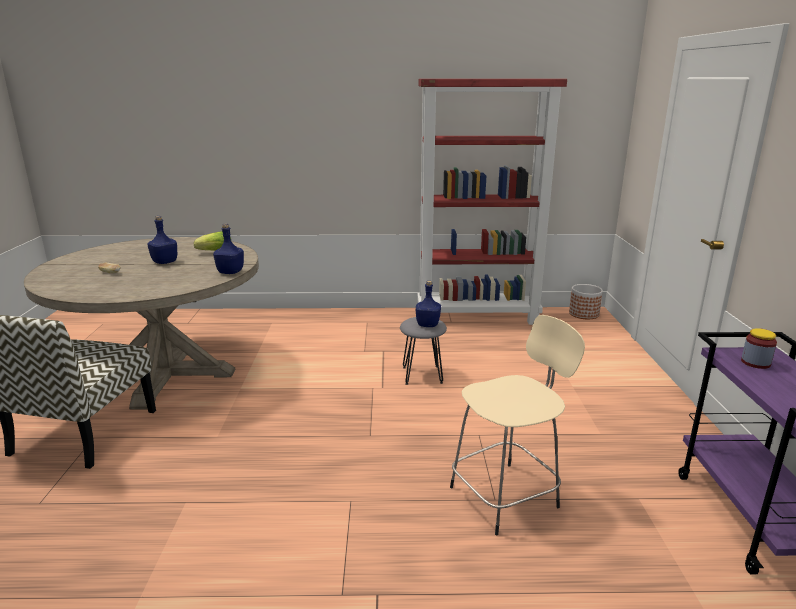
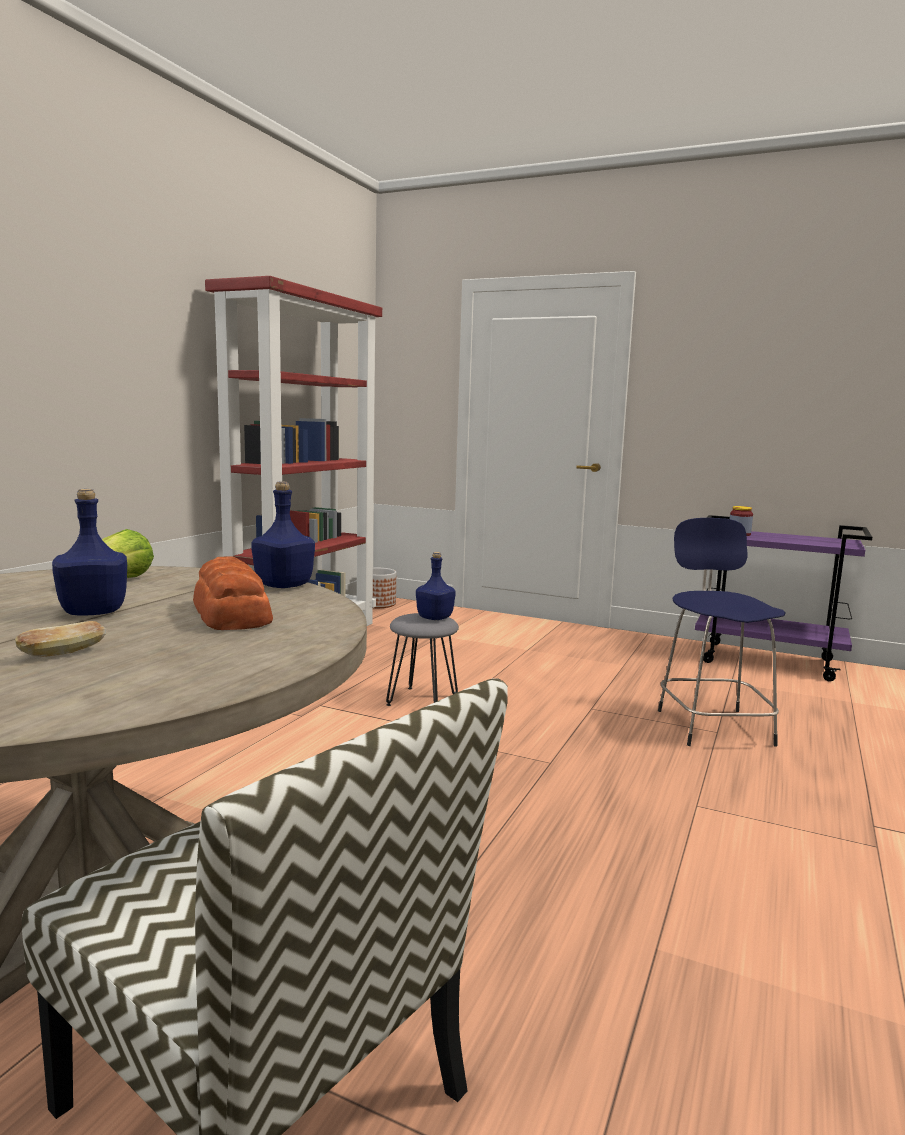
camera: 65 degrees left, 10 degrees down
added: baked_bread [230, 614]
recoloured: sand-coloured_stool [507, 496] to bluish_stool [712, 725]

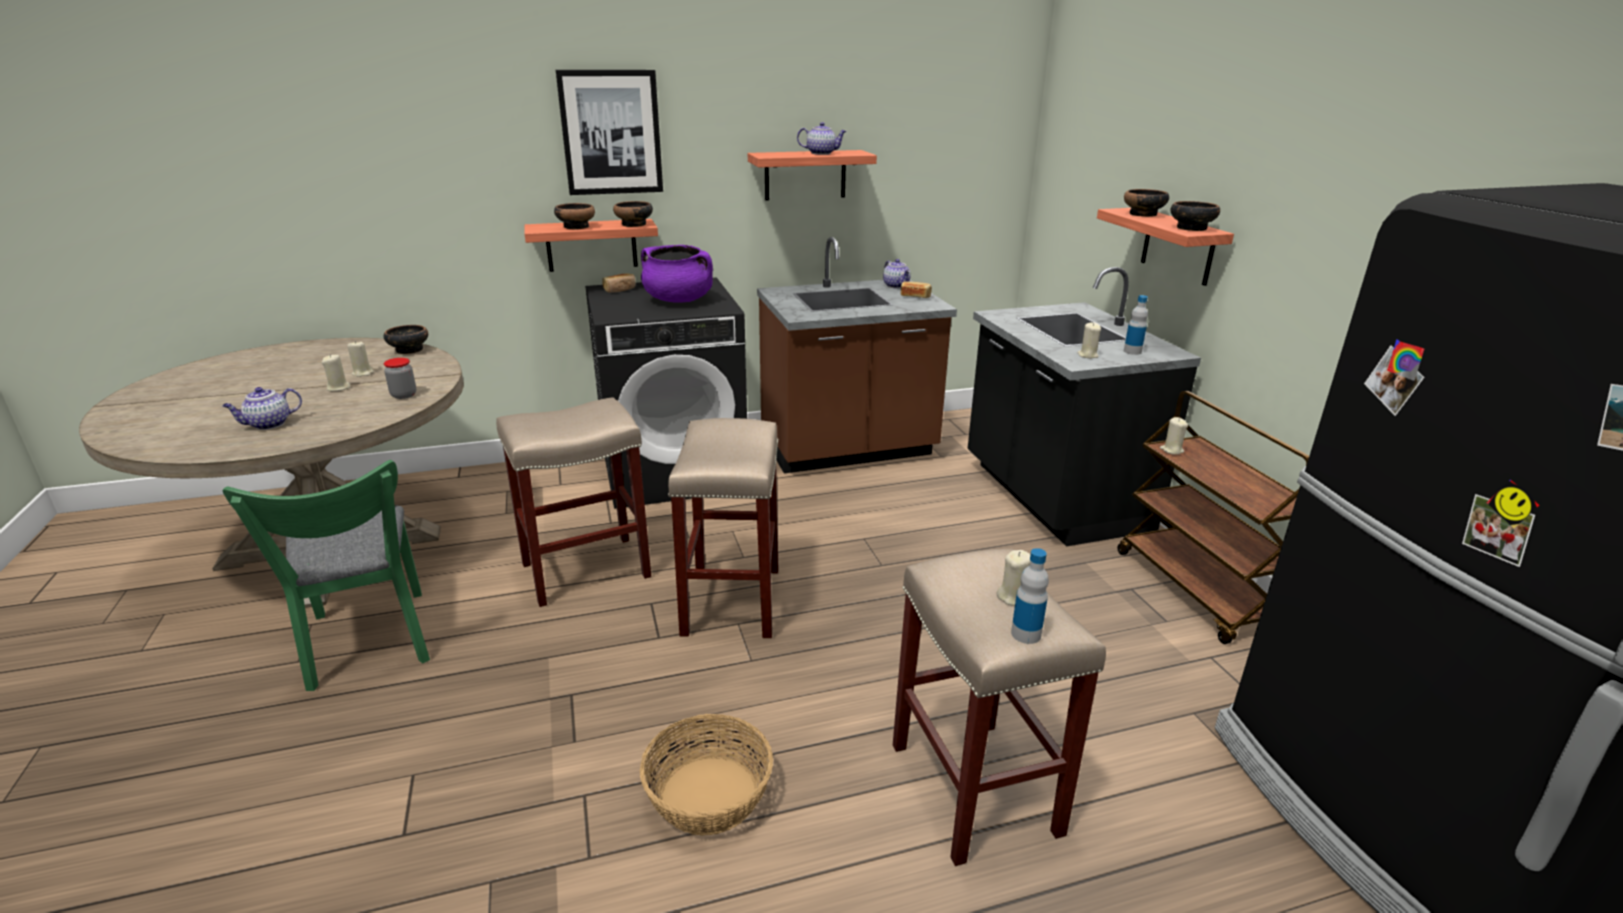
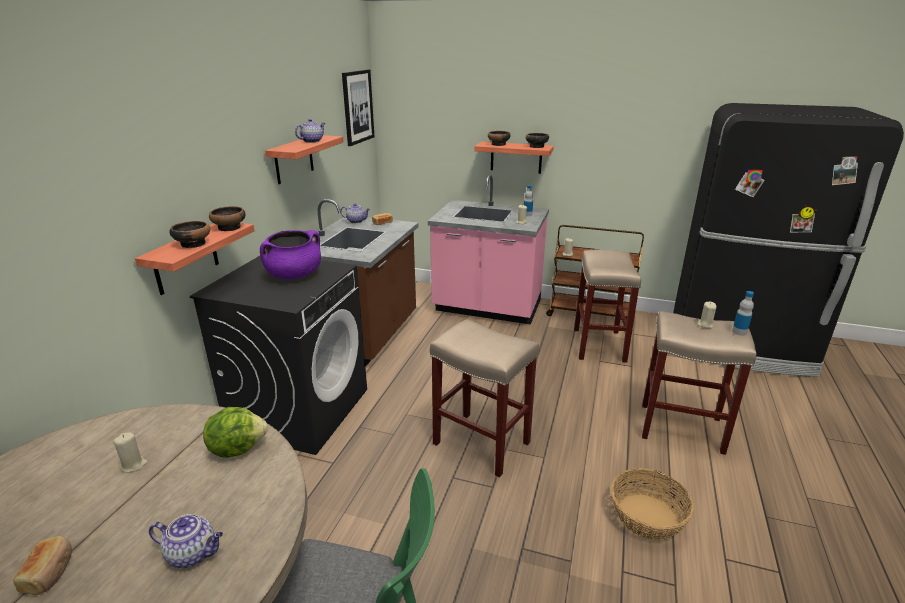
camera: 55 degrees left, 0 degrees up
removed: sand-coloured_wax_light [339, 388]; deep_dish [408, 350]
moved: sand-coloured_stool [584, 571] to [599, 345]; wall_art [611, 133] to [357, 107]; baked_bread [620, 289] to [50, 572]
replaced: jar [404, 395] to head_of_lettuce [237, 448]
recoloured: black_kitchen_base_unit [1052, 497] to pinkish_kitchen_base_unit [487, 307]
turned: teapot [268, 424] = [193, 553] 75 degrees counterclockwise

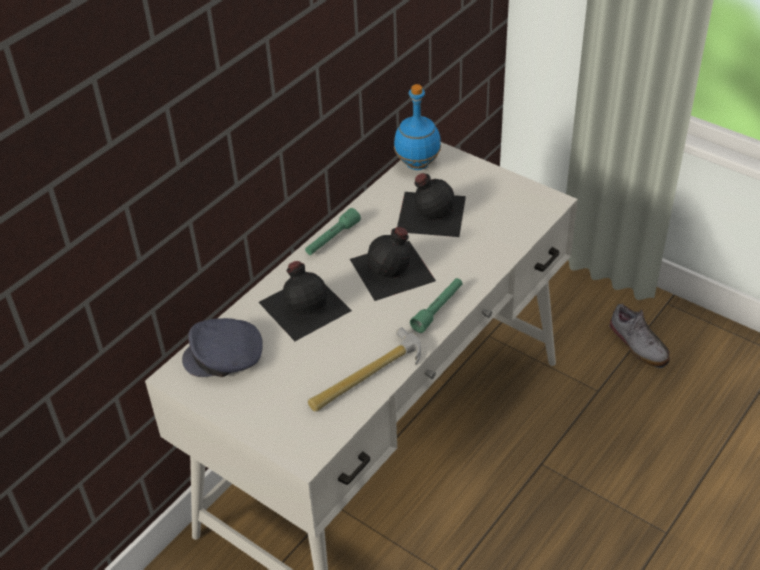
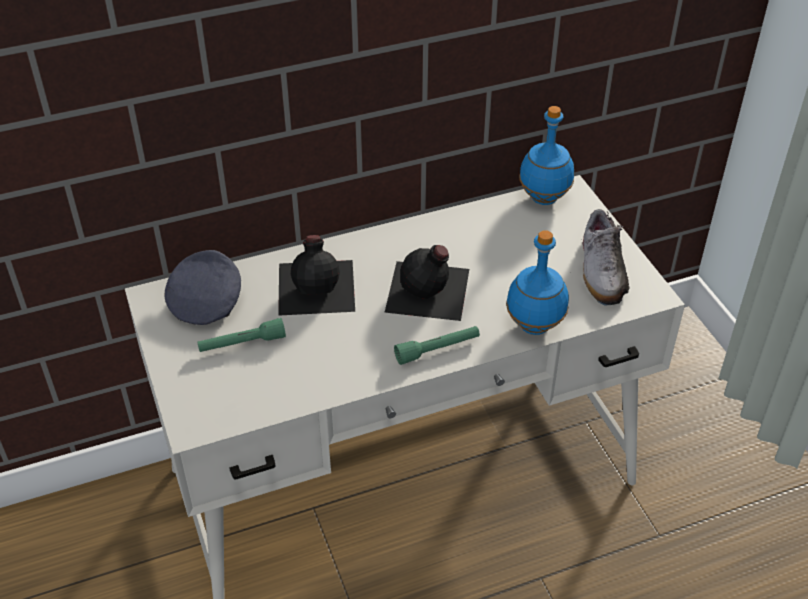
camera: 30 degrees right, 0 degrees up
removed: hand_hammer [366, 376]; black_drink_bottle [430, 213]
added: bluish_drink_bottle [535, 325]
moved: greenish_flashlight [332, 238] to [242, 344]; low_shoe [638, 344] to [601, 270]
turned: greyish_cap [225, 357] = [206, 300] 75 degrees clockwise

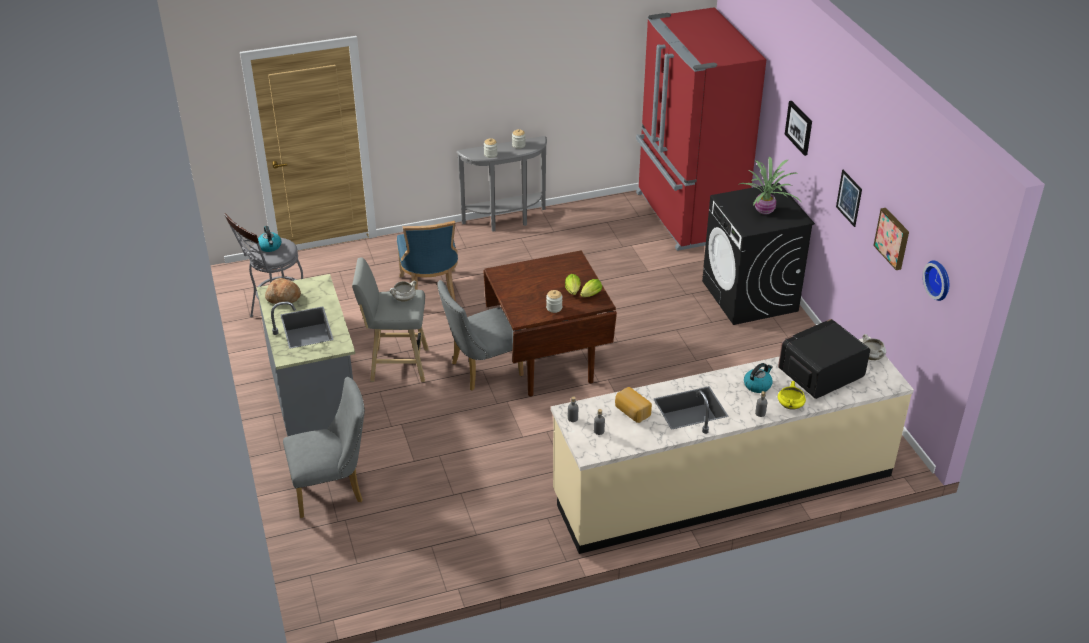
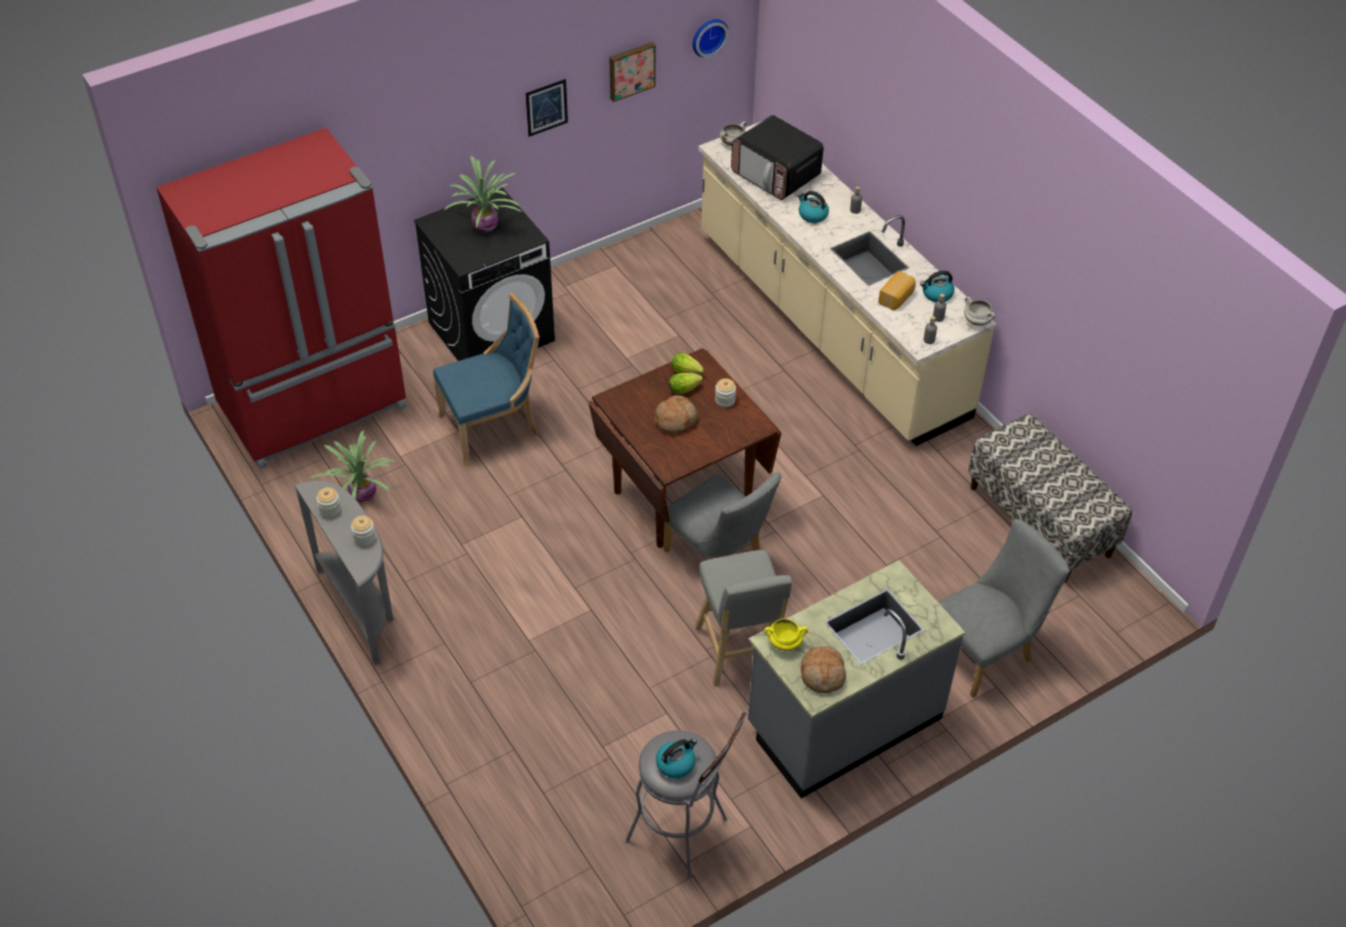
camera: 105 degrees left, 10 degrees up
removed: wall_art [799, 127]
added: potted_plant [361, 495]; baked_bread [675, 420]; water_kettle [936, 294]; bench [1040, 521]
moved: white-coloured_saucepot [404, 299] to [977, 321]; bluish_plain_chair [430, 292] to [493, 427]; yellowish_saucepot [790, 406] to [785, 642]
turned: greyish_plain_chair [333, 489] = [986, 652] 90 degrees clockwise

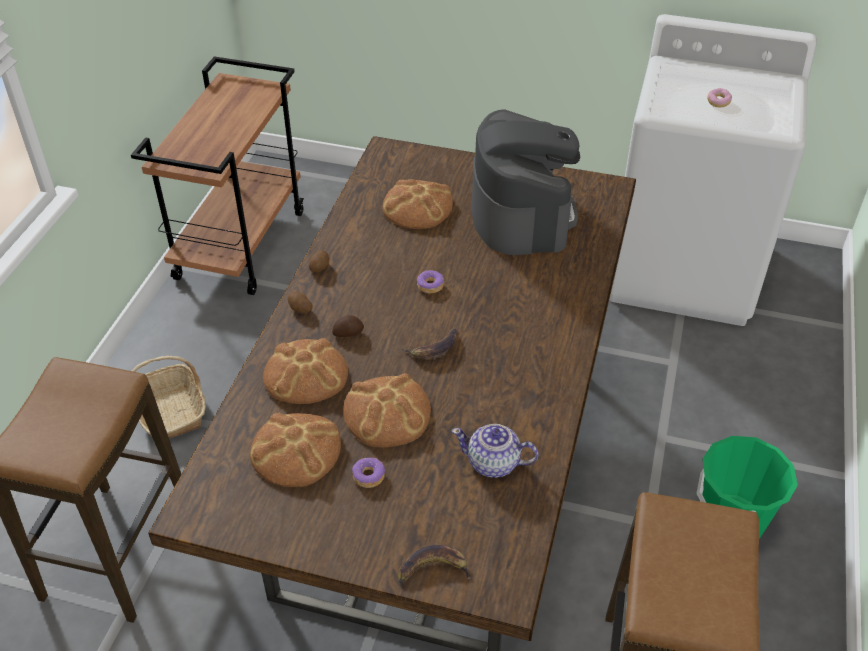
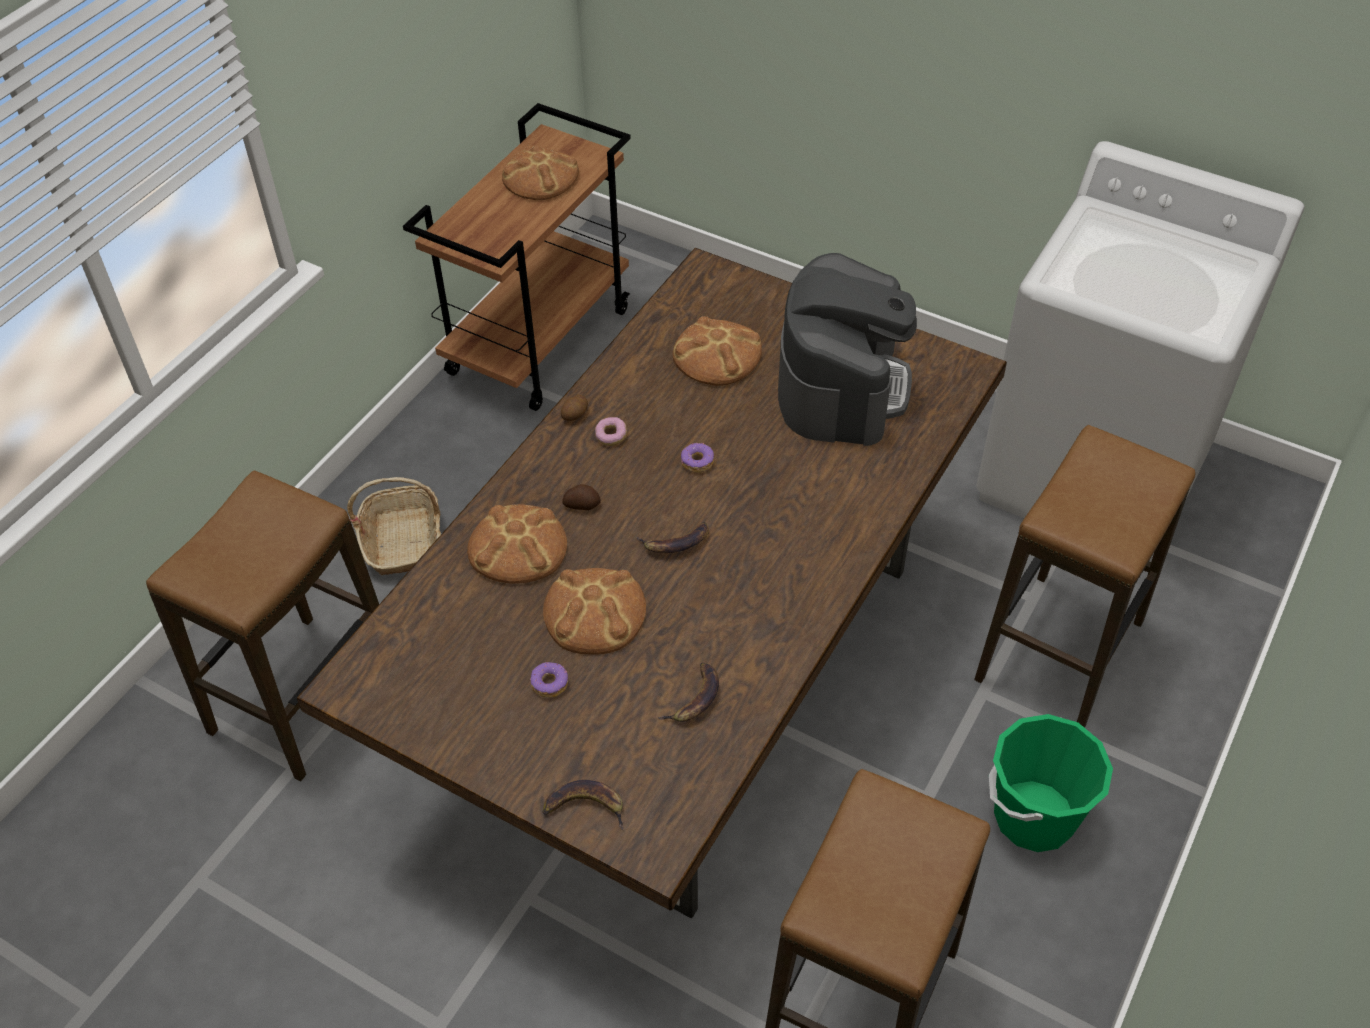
camera: 15 degrees right, 5 degrees up
removed: spud [299, 308]
added: stool [1059, 652]
moved: baked_bread [296, 451] to [540, 177]; ring_doughnut [718, 102] to [611, 436]
replaced: teapot [493, 463] to banana_fruit [695, 699]

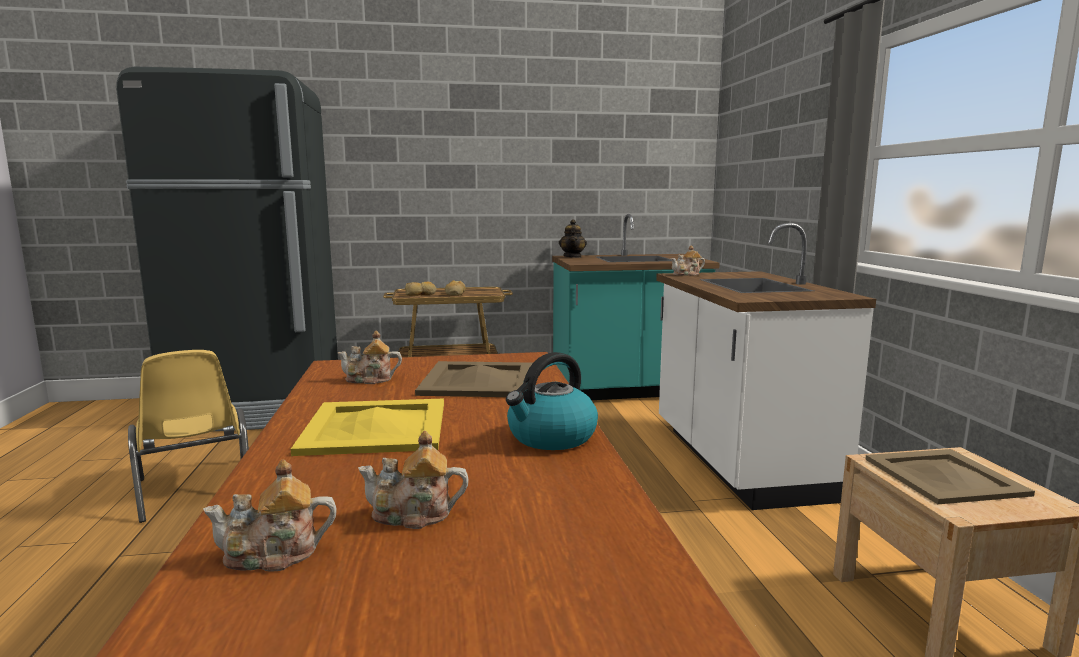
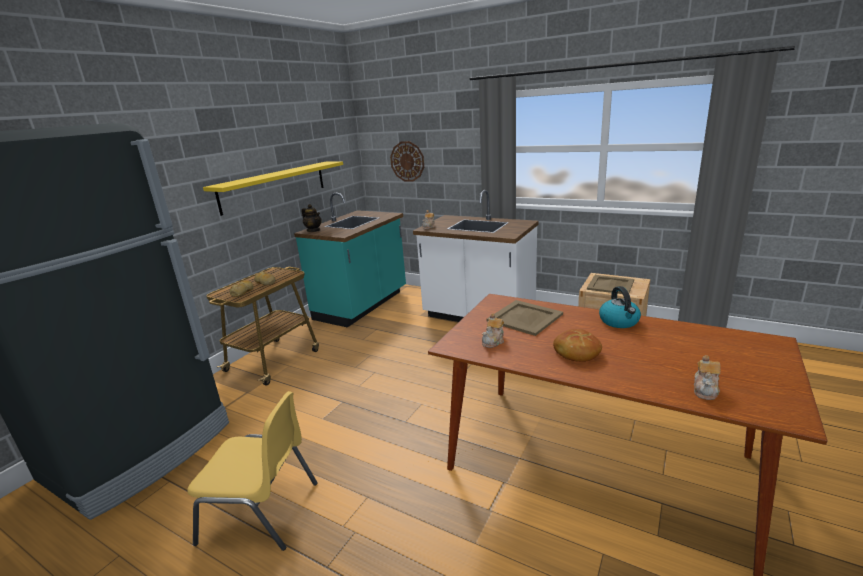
camera: 50 degrees left, 10 degrees up
removed: teapot [413, 515]
added: yellowish_wall_shelf [274, 186]; wall_clock [407, 161]
replaced: yellowish_serving_tray [374, 427] to baked_bread [576, 352]

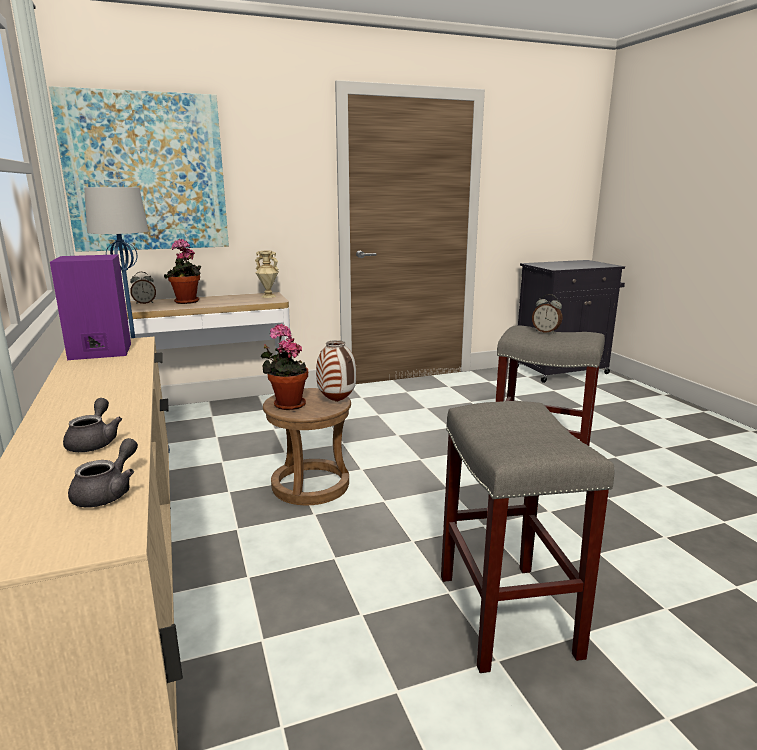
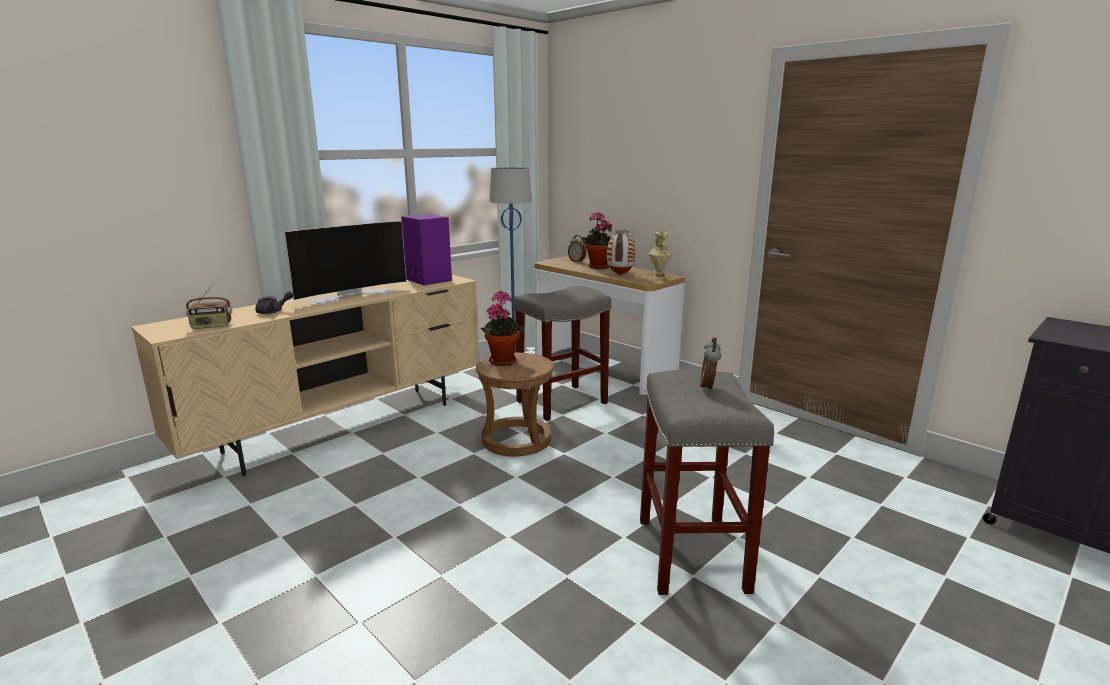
camera: 65 degrees right, 0 degrees up
removed: wall_art [146, 173]
added: television [351, 295]
moved: decorative_vase [337, 401] to [620, 275]; greyish_stool [504, 613] to [562, 402]
replaced: greyish_teapot [108, 492] to radio_receiver [211, 326]

